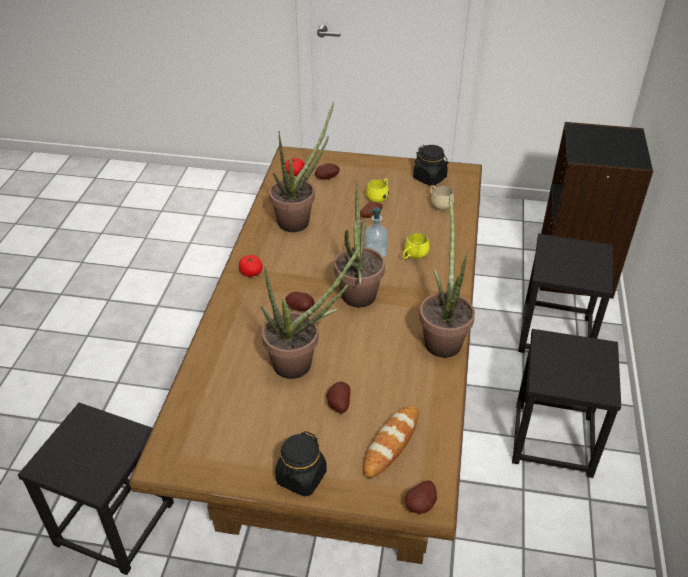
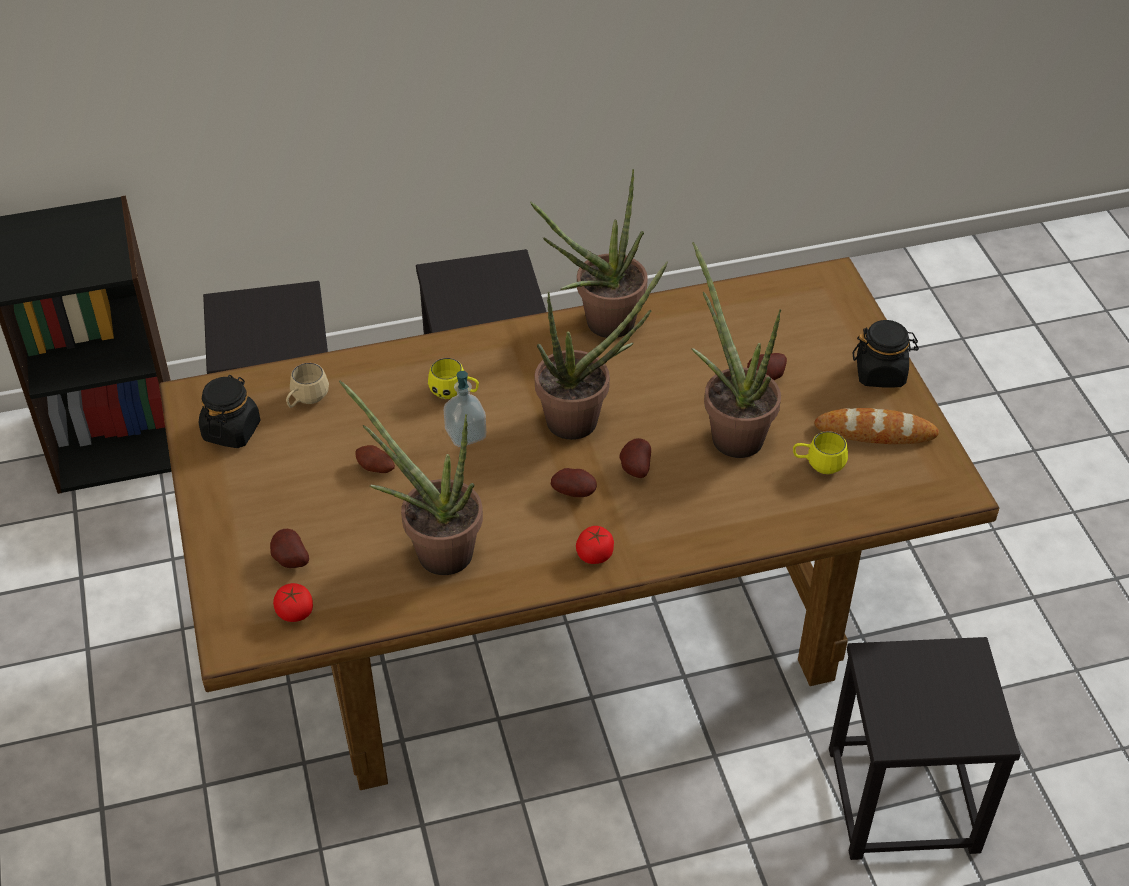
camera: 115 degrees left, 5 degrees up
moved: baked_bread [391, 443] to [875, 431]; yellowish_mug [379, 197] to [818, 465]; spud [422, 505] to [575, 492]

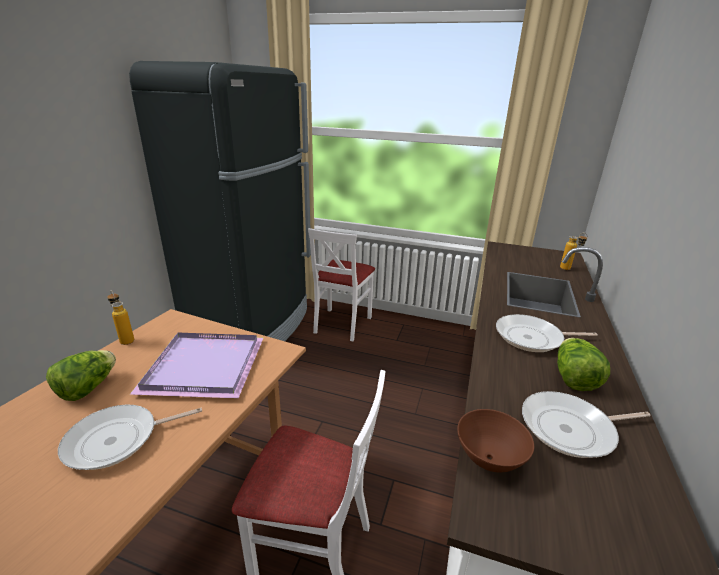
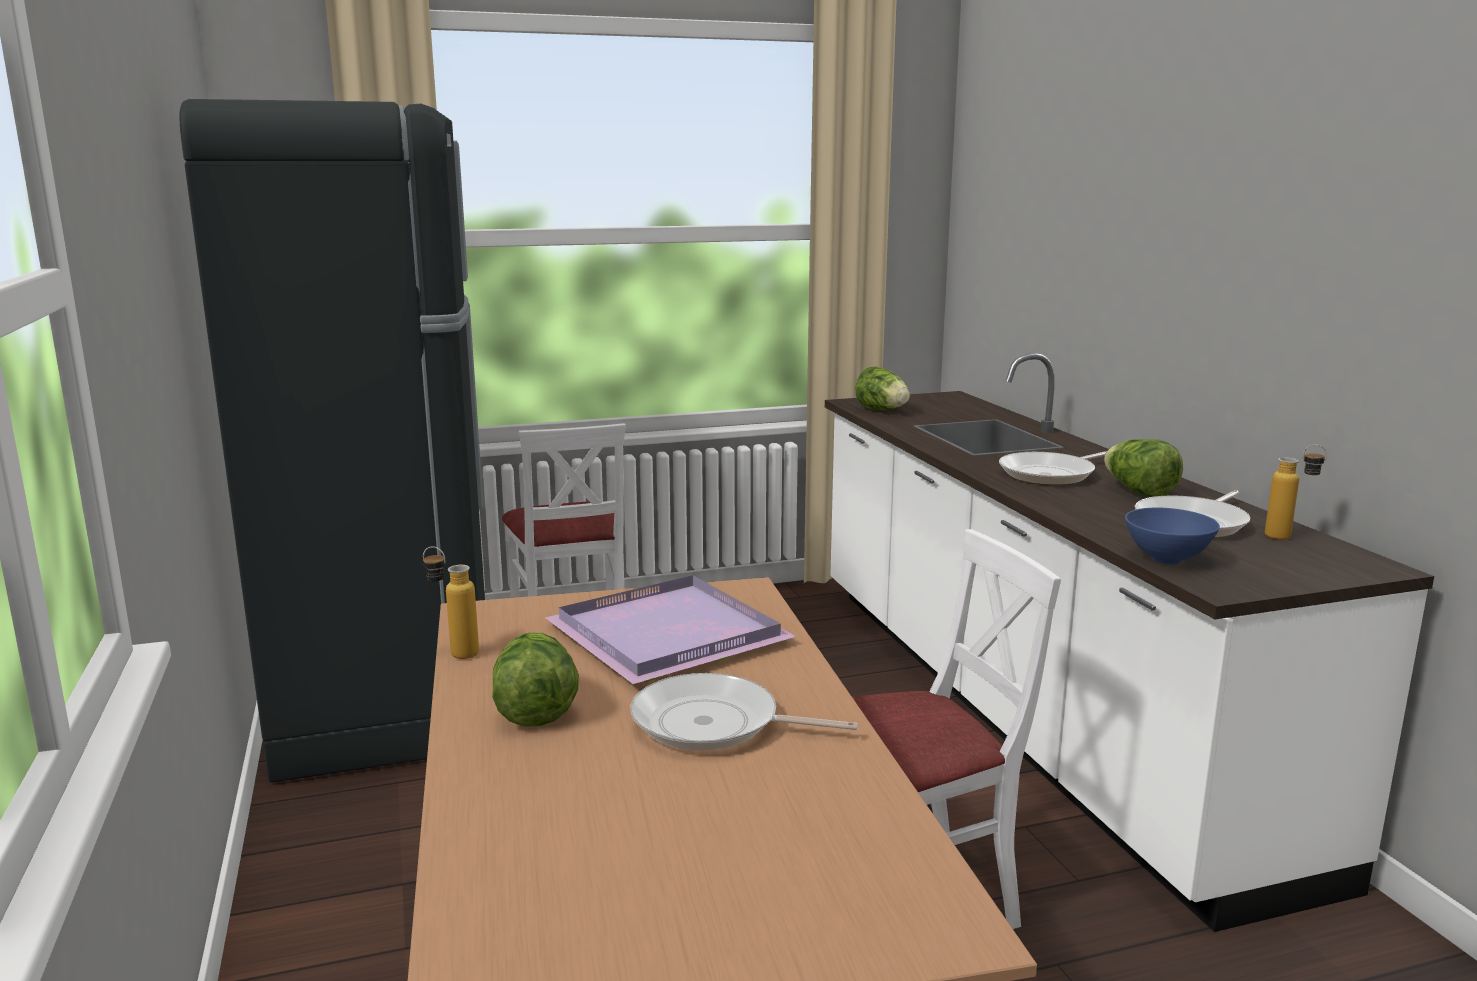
camera: 35 degrees left, 10 degrees down
added: head_of_lettuce [882, 410]
moved: drink_bottle [568, 270] to [1288, 538]
recoloured: brown_deep_dish [489, 460] to bluish_deep_dish [1167, 560]
turned: pan [118, 440] = [714, 724] 75 degrees clockwise

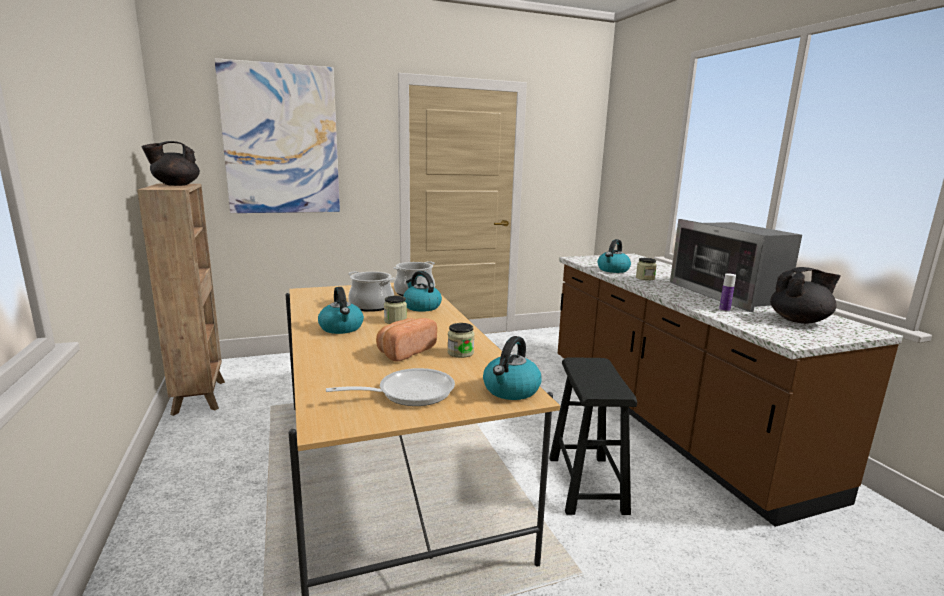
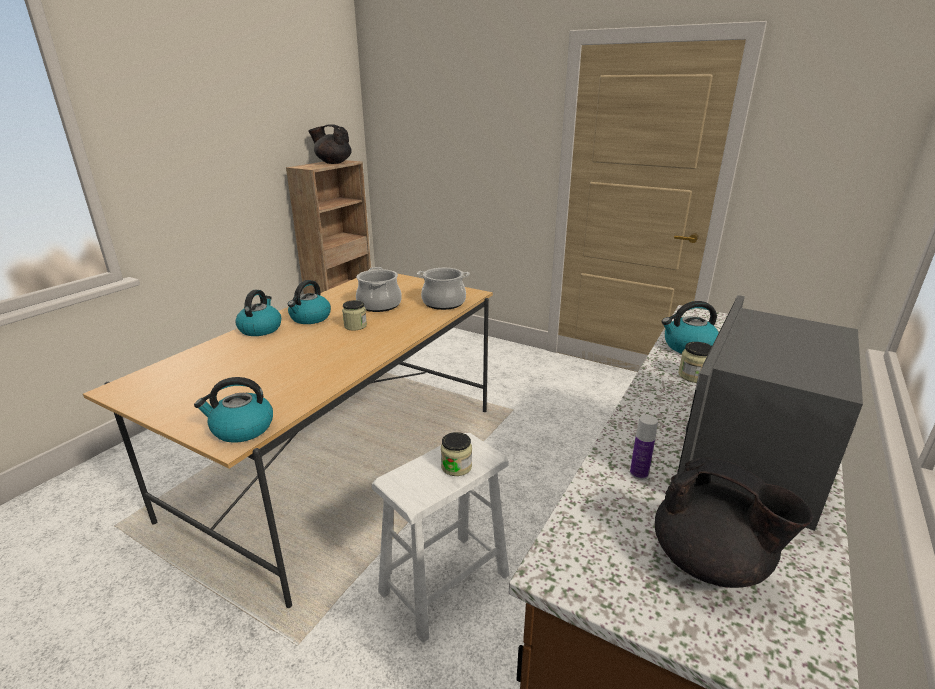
camera: 50 degrees right, 10 degrees up
removed: wall_art [281, 140]; pan [409, 393]; baked_bread [404, 351]
moved: water_kettle [421, 307] to [260, 329]; jar [460, 353] to [456, 466]
recoloured: black_stool [587, 484] to white-coloured_stool [445, 583]

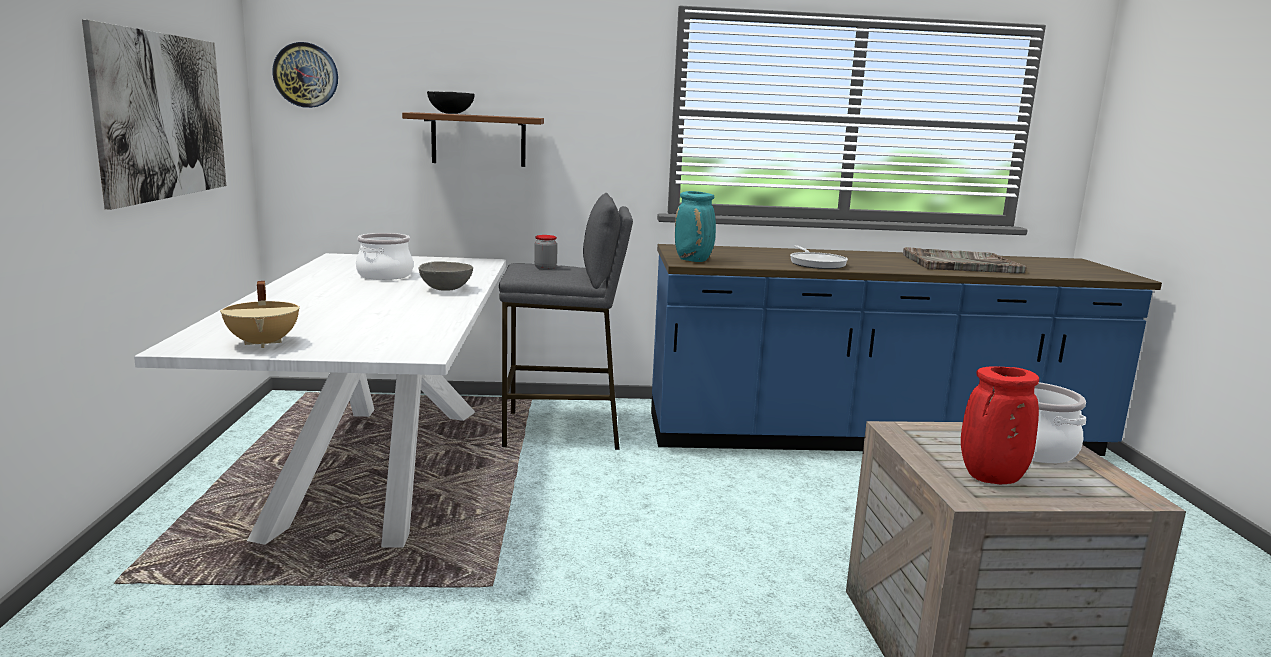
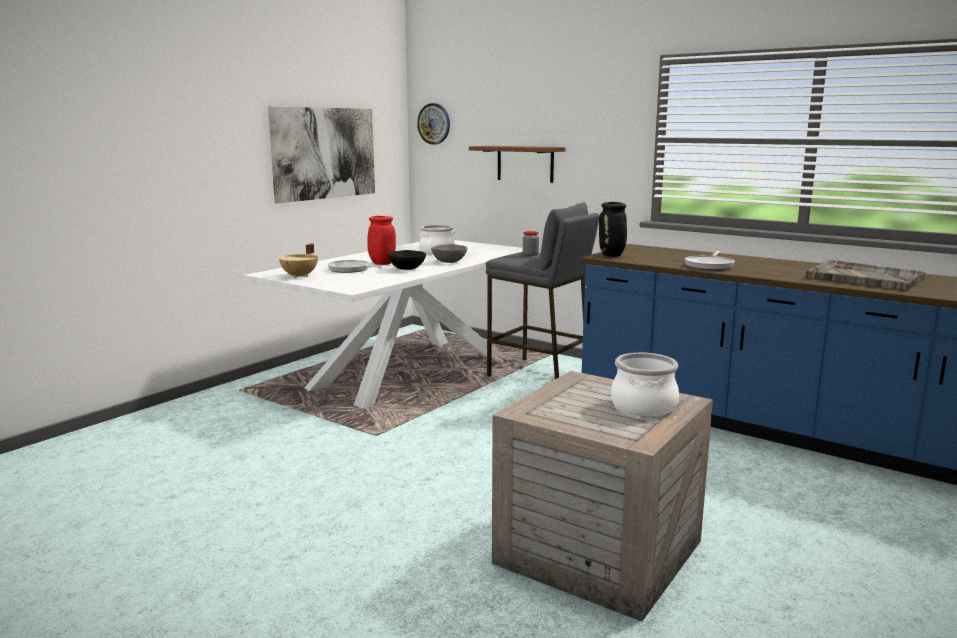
camera: 40 degrees right, 0 degrees up
added: pan [351, 269]
moved: black_deep_dish [450, 113] to [407, 269]; reddish_decorative_vase [990, 478] to [381, 263]
recoloured: turquoise_decorative_vase [694, 260] to black_decorative_vase [612, 255]

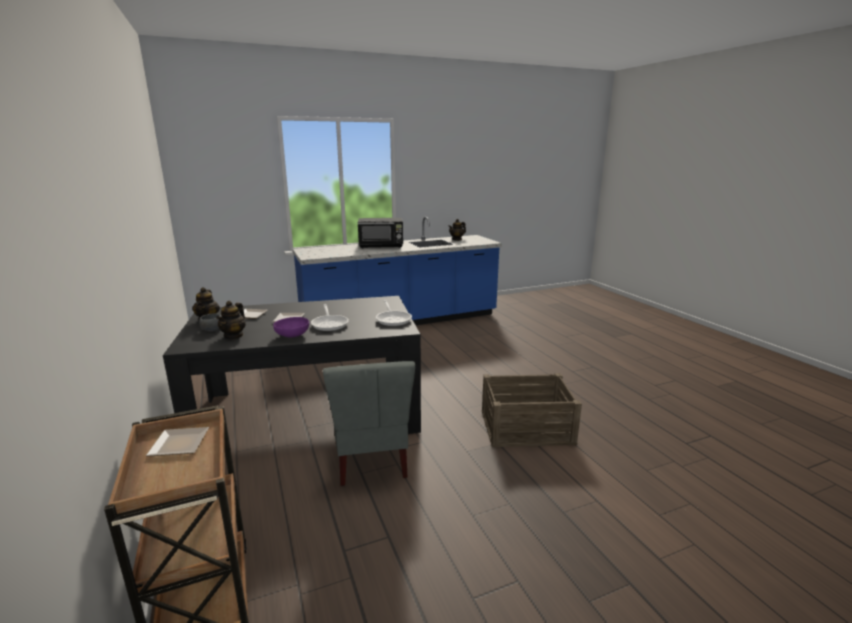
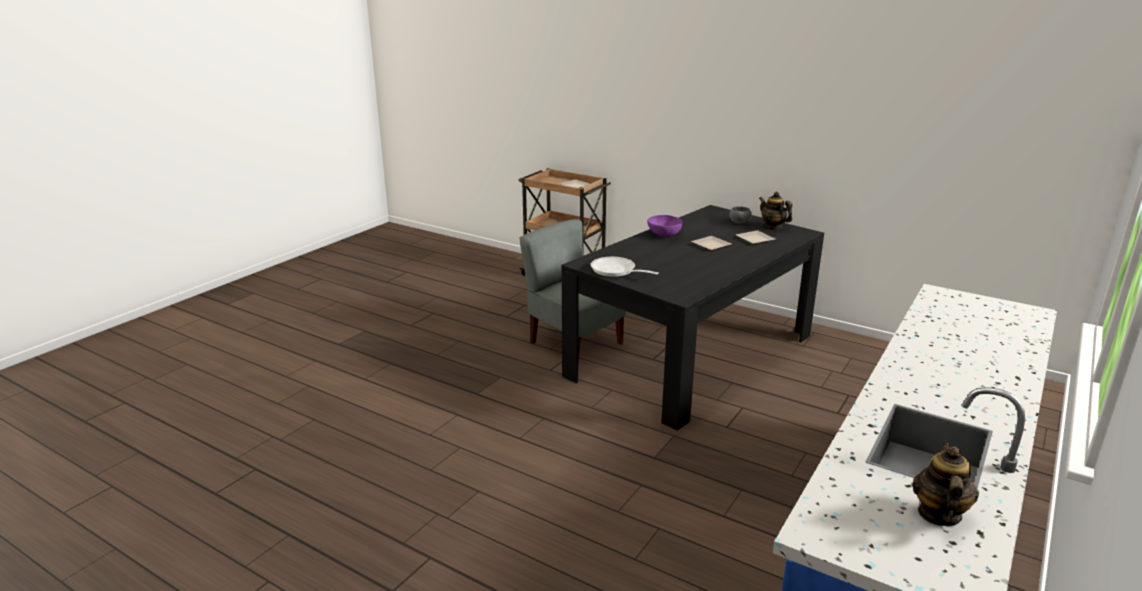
camera: 145 degrees right, 5 degrees up
removed: teapot [234, 336]; pan [330, 324]; black_microwave_oven [381, 246]; shipping_crate [526, 426]

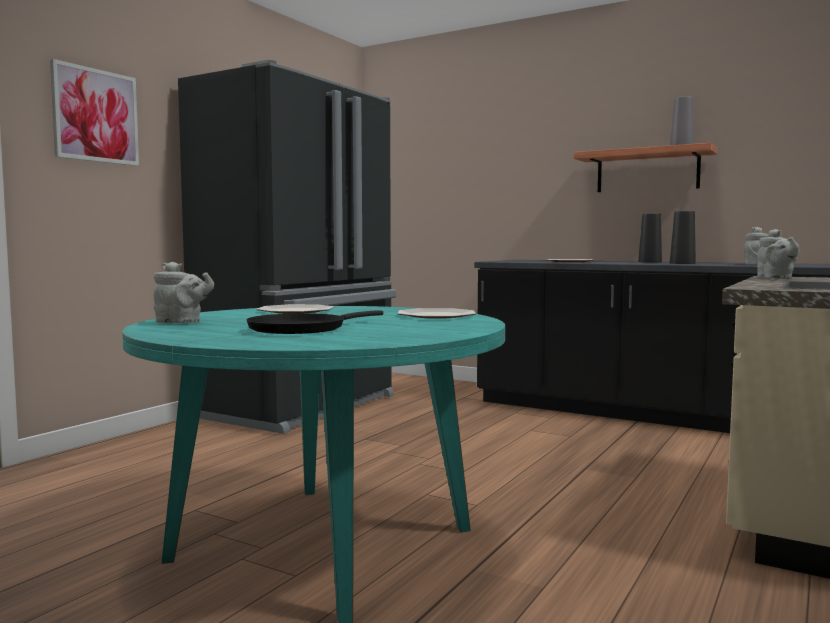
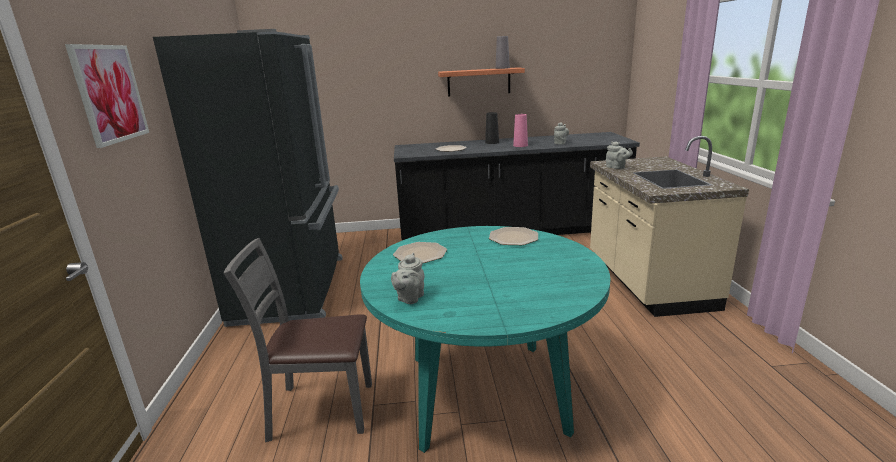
camera: 35 degrees left, 15 degrees up
removed: black_pan [302, 329]
added: greyish_plain_chair [320, 410]
recoloured: black_decorative_vase [682, 263] to pinkish_decorative_vase [520, 145]
turned: greyish_teapot [181, 323] = [409, 298] 135 degrees clockwise

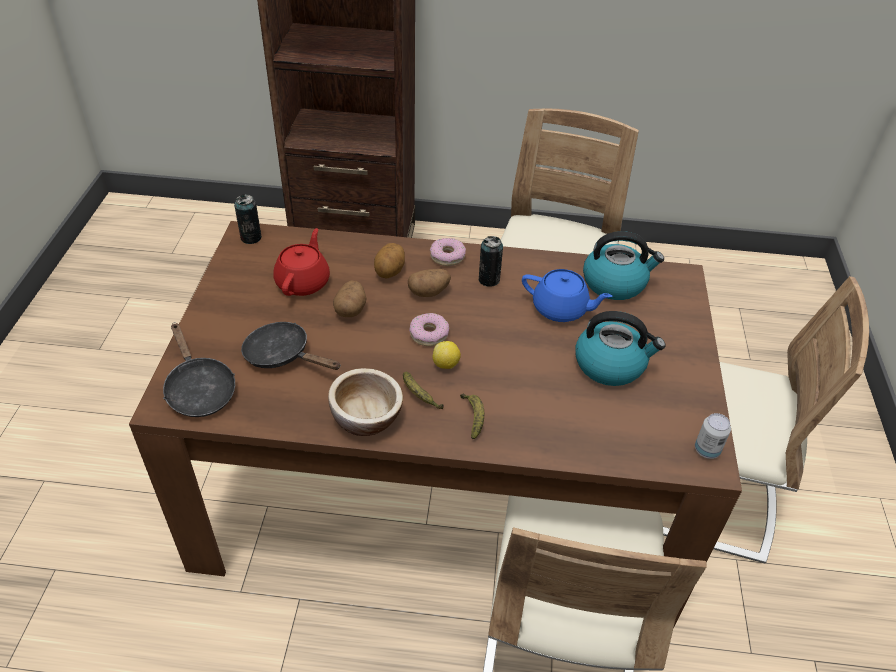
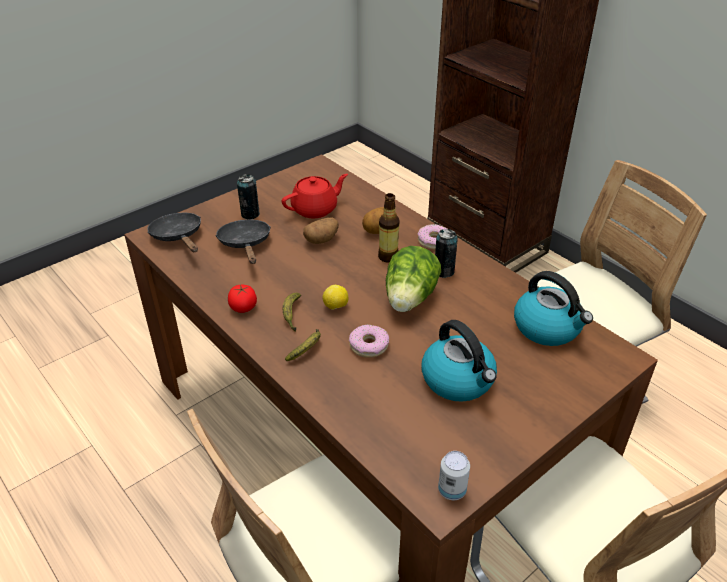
camera: 45 degrees right, 5 degrees down
removed: bluish_teapot [561, 309]
added: head_of_lettuce [410, 299]
moved: can [251, 238] to [250, 214]; ring_doughnut [428, 334] to [369, 345]
replaced: deep_dish [366, 417] to whole_tomato [243, 306]; spud [429, 292] to drink_bottle [388, 257]
turned: black_pan [199, 389] = [178, 236] 135 degrees clockwise

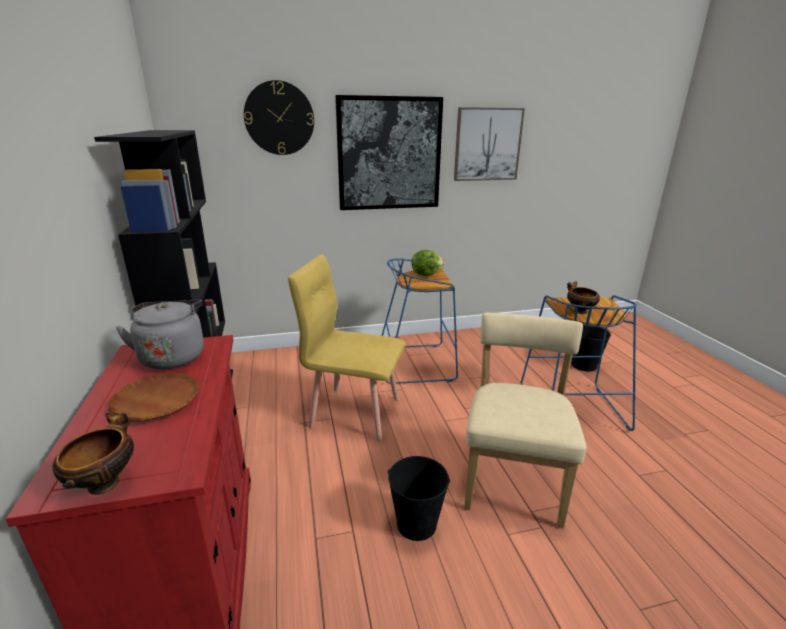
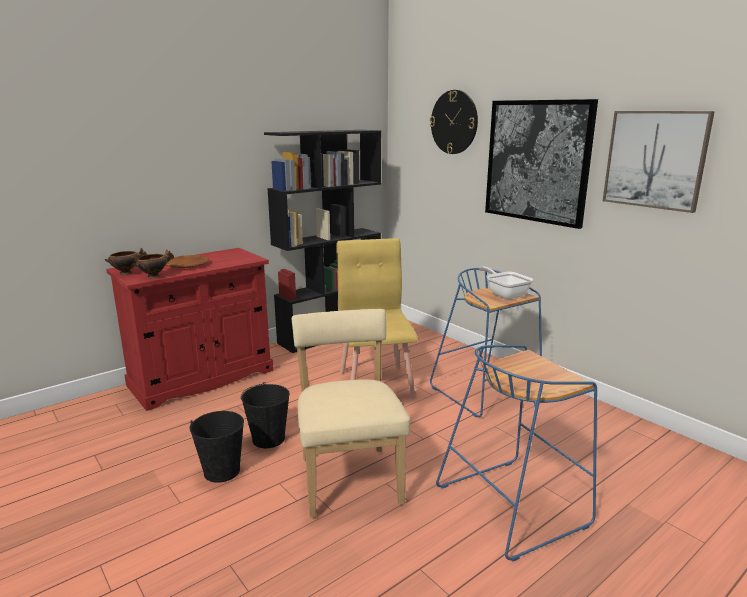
camera: 65 degrees right, 5 degrees down
removed: greyish_water_kettle [173, 356]
moved: deep_dish [579, 311] to [155, 276]; black_pail [583, 365] to [222, 471]
replaced: head_of_lettuce [426, 274] to pan [504, 294]
turned: sand-coloured_plain_chair [513, 478] = [349, 477] 90 degrees counterclockwise

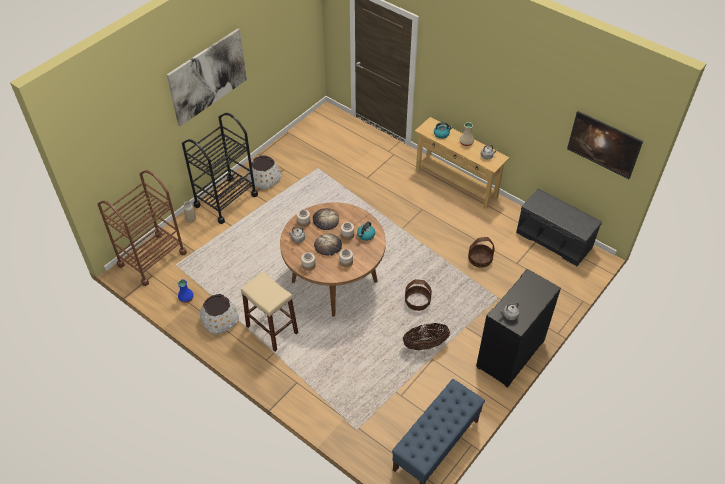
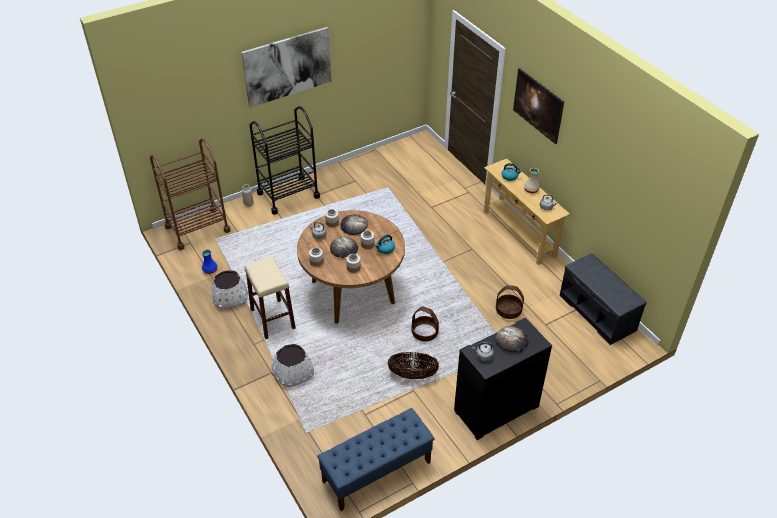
camera: 20 degrees right, 5 degrees down
added: baked_bread [512, 341]
moved: white-coloured_flower_pot [264, 179] to [293, 372]; wall_art [601, 154] to [536, 116]

